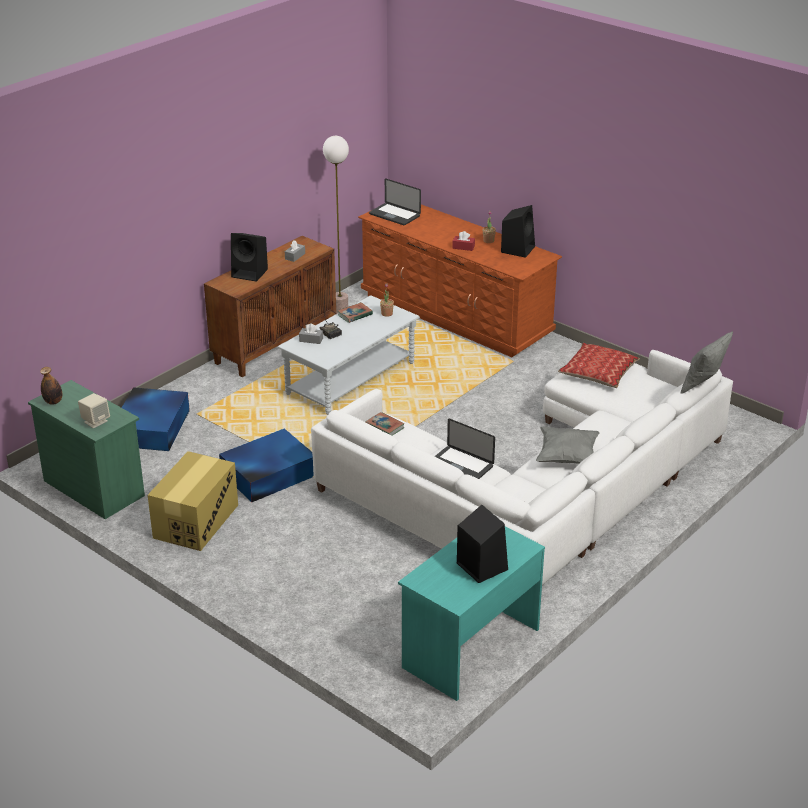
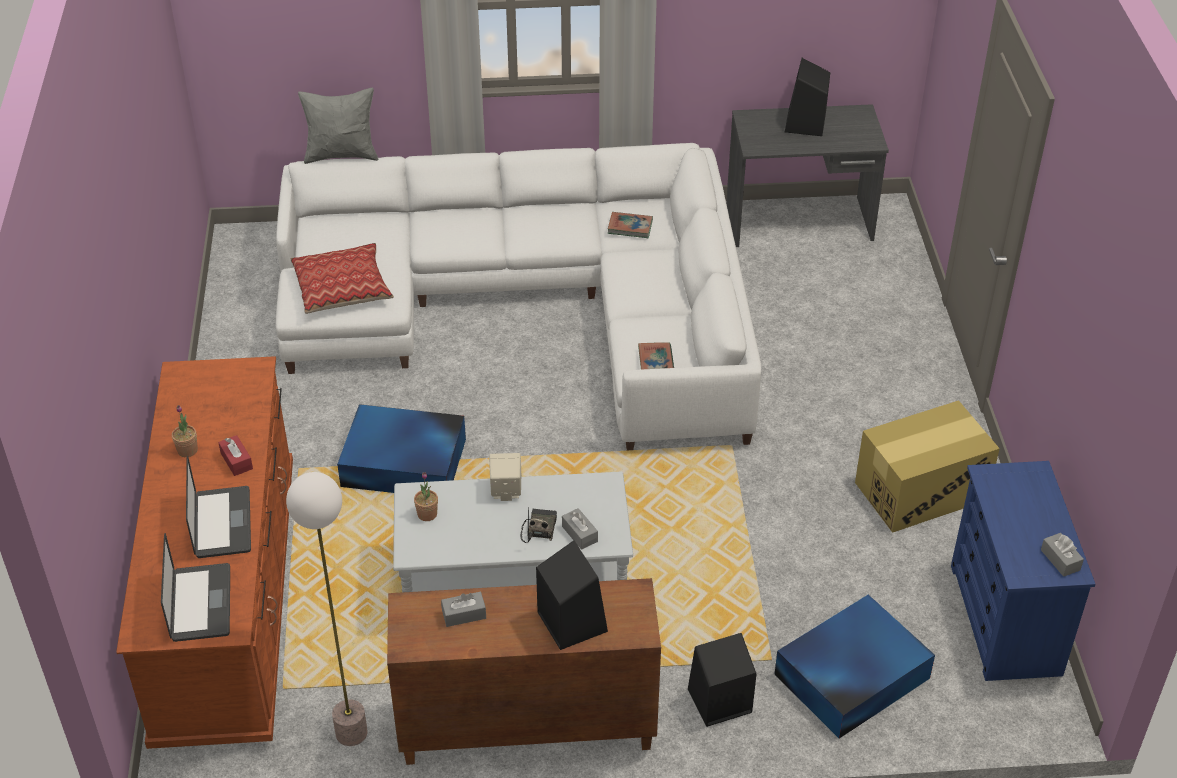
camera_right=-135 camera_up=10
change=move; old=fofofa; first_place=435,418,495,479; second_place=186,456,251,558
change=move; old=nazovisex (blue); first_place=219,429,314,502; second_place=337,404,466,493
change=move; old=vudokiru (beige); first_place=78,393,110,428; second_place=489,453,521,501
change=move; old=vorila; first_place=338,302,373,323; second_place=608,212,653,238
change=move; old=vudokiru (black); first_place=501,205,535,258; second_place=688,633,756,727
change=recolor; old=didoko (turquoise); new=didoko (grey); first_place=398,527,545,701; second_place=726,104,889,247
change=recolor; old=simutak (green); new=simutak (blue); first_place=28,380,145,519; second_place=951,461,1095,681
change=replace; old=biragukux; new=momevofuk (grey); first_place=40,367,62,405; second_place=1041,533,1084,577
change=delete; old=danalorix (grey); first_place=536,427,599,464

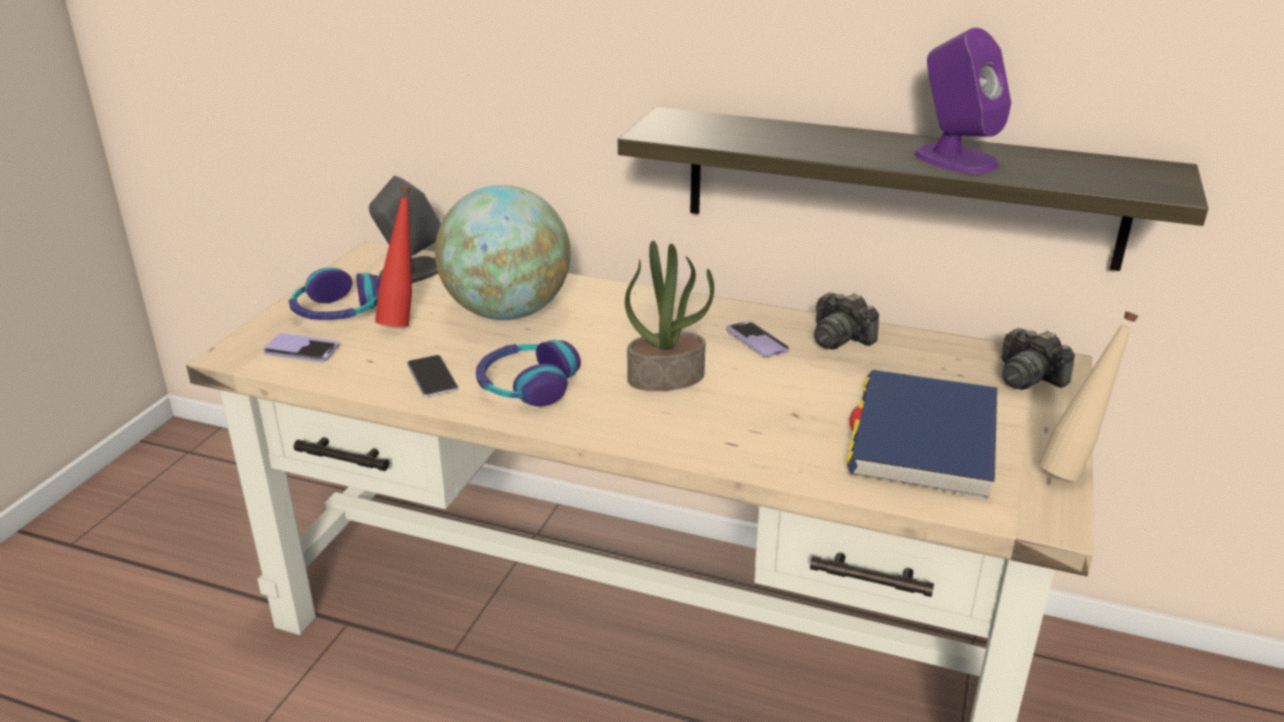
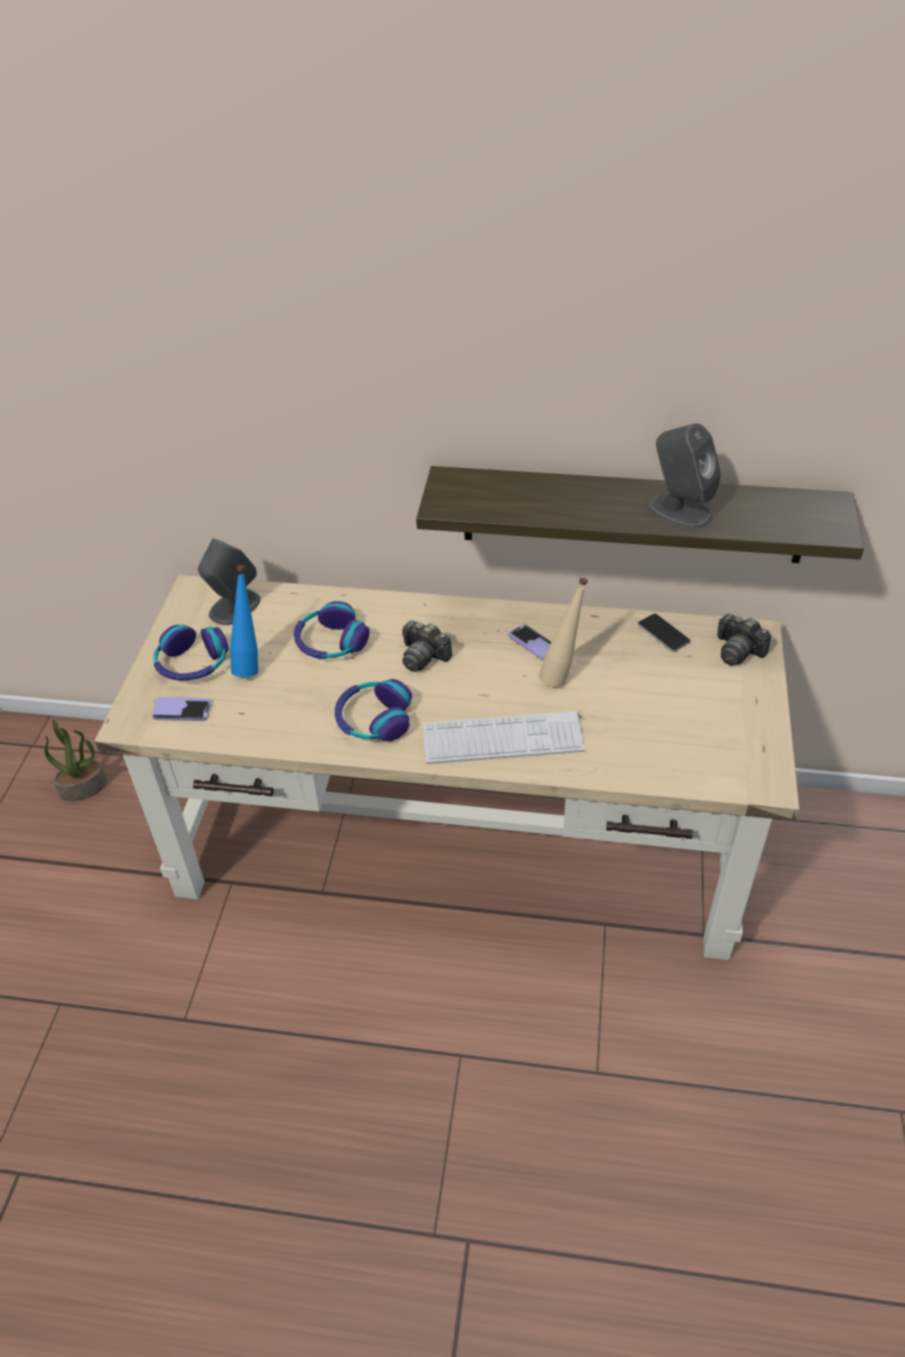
camera_right=-10 camera_up=15
change=move; old=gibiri; first_place=625,241,714,391; second_place=44,719,107,801
change=recolor; old=biragukux (red); new=biragukux (blue); first_place=375,186,412,327; second_place=230,565,258,677
change=replace; old=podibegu; new=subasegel; first_place=435,185,571,320; second_place=294,601,370,659
change=move; old=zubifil; first_place=814,292,879,349; second_place=402,620,452,672
change=insert; new=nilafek; second_place=423,711,585,764
change=move; old=biragukux (beige); first_place=1038,311,1139,481; second_place=539,578,588,687
change=move; old=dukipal; first_place=407,355,458,397; second_place=638,614,690,652
change=recolor; old=vudokiru (purple); new=vudokiru (grey); first_place=914,28,1011,174; second_place=649,423,721,529
change=delete; old=vorila (blue); first_place=846,370,997,500

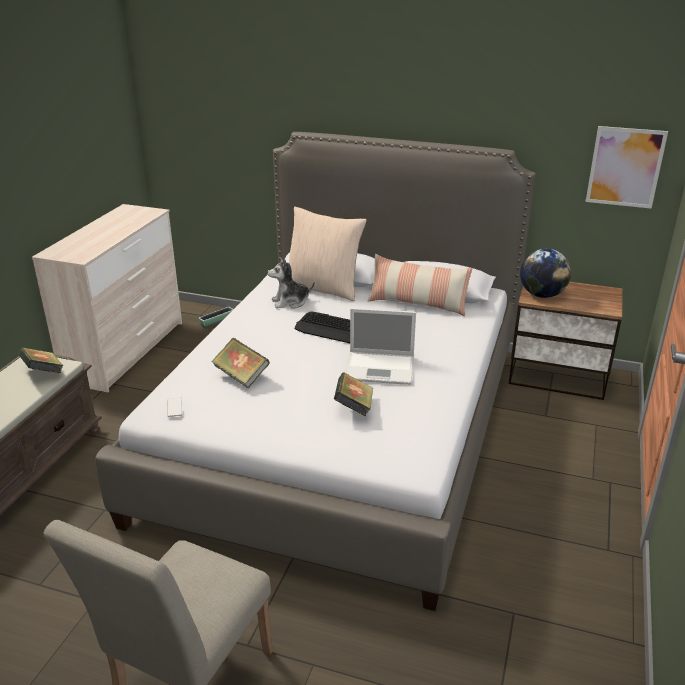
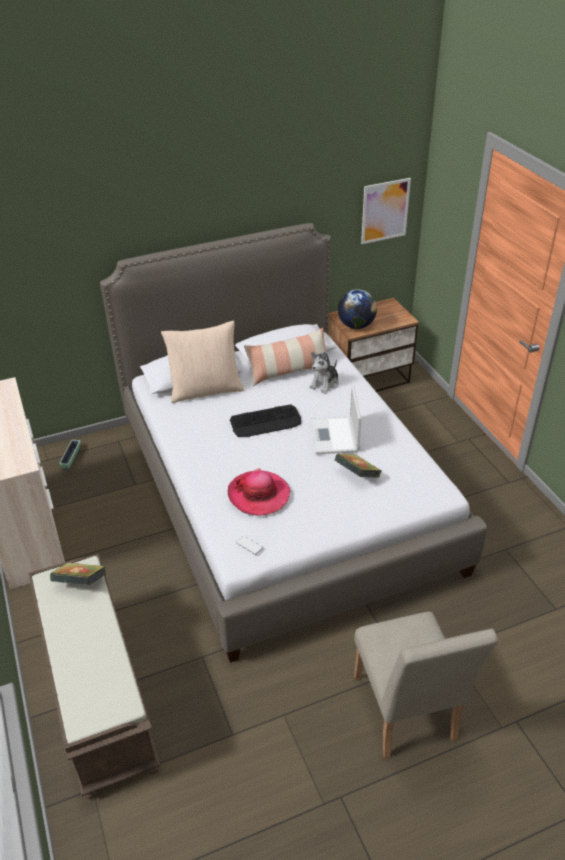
camera_right=-40 camera_up=10
change=replace; old=vorila; new=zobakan; first_place=212,338,270,388; second_place=228,468,291,516
change=move; old=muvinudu; first_place=267,258,315,309; second_place=309,352,339,394
change=rotate; old=fofofa; first_place=345,308,416,385; second_place=311,385,361,454; degrees=120

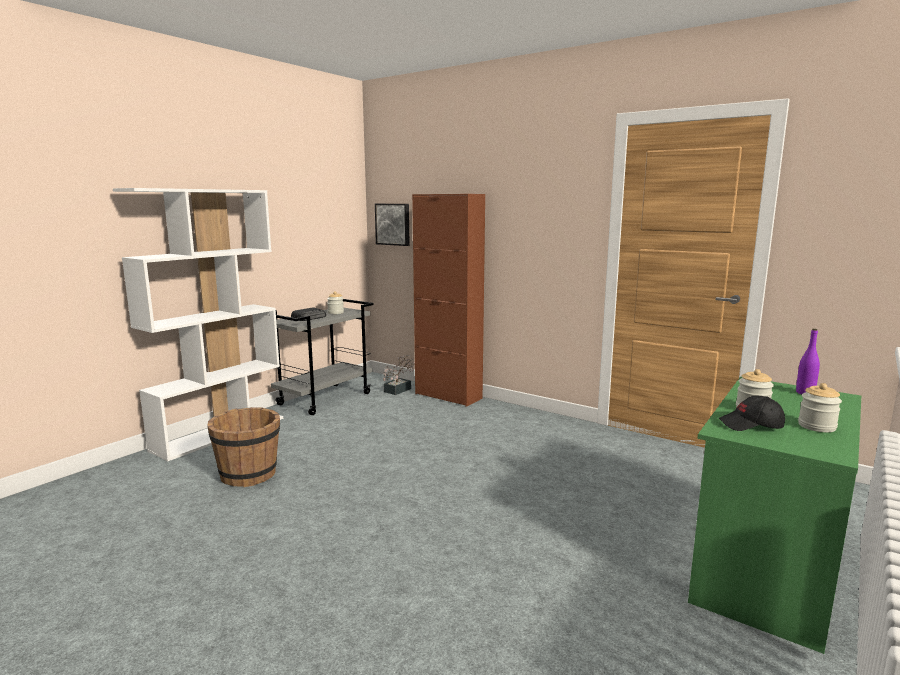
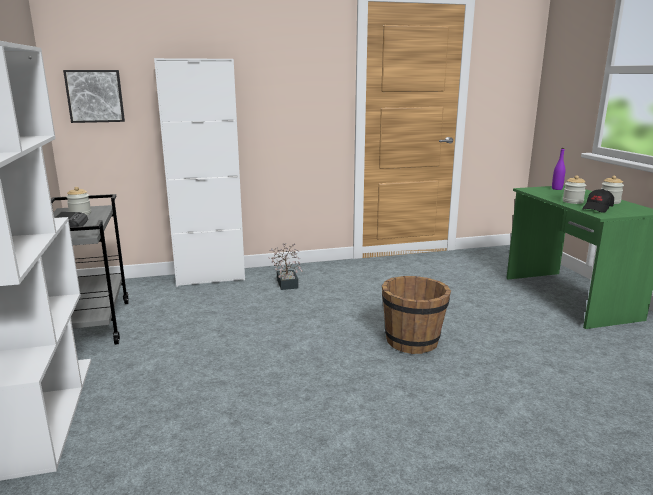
camera_right=-50 camera_up=5
change=recolor; old=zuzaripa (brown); new=zuzaripa (white); first_place=412,194,485,407; second_place=154,58,245,287
change=move; old=gibiri; first_place=383,355,415,395; second_place=269,243,303,290
change=move; old=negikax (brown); first_place=207,407,280,487; second_place=382,276,451,354

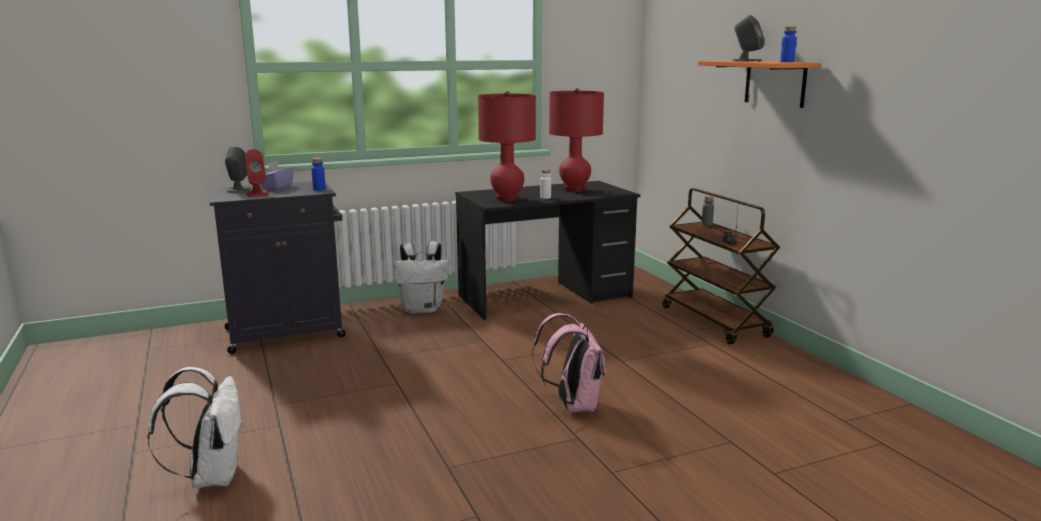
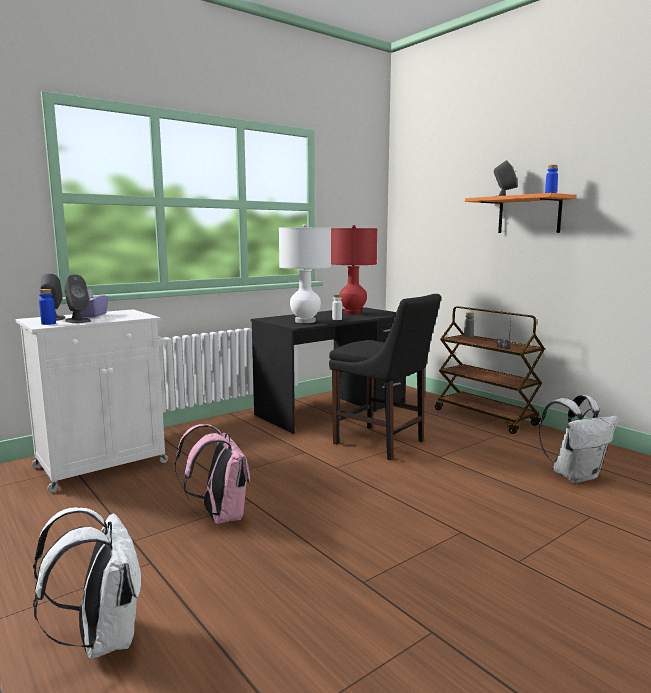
camera_right=-15 camera_up=-5
change=recolor; old=zuzaripa (black); new=zuzaripa (white); first_place=208,181,346,354; second_place=16,309,168,492
change=move; old=biragukux (blue); first_place=312,158,326,191; second_place=39,289,56,325
change=recolor; old=vudokiru (red); new=vudokiru (grey); first_place=245,149,269,197; second_place=64,274,91,323
change=move; old=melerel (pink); first_place=532,313,606,412; second_place=175,424,250,524
change=recolor; old=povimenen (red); new=povimenen (white); first_place=478,91,536,202; second_place=279,224,331,323
change=insert; new=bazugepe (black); second_place=329,294,441,460
change=move; old=melerel (white); first_place=394,241,449,314; second_place=539,395,618,483

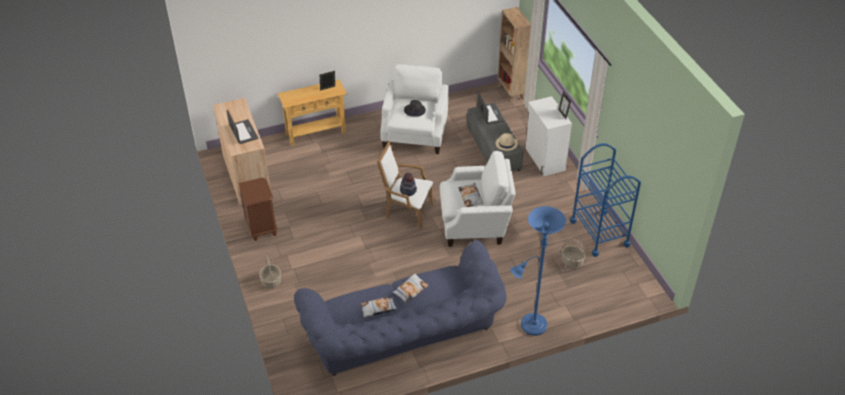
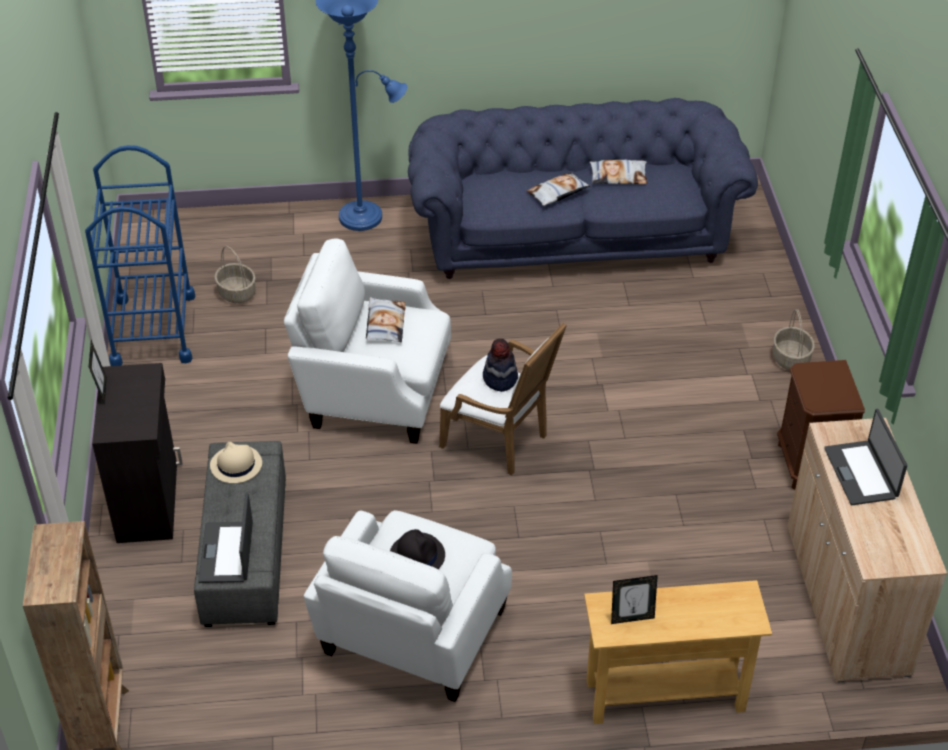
camera_right=-165 camera_up=0
change=recolor; old=zuzaripa (white); new=zuzaripa (black); first_place=526,96,572,176; second_place=92,363,183,543

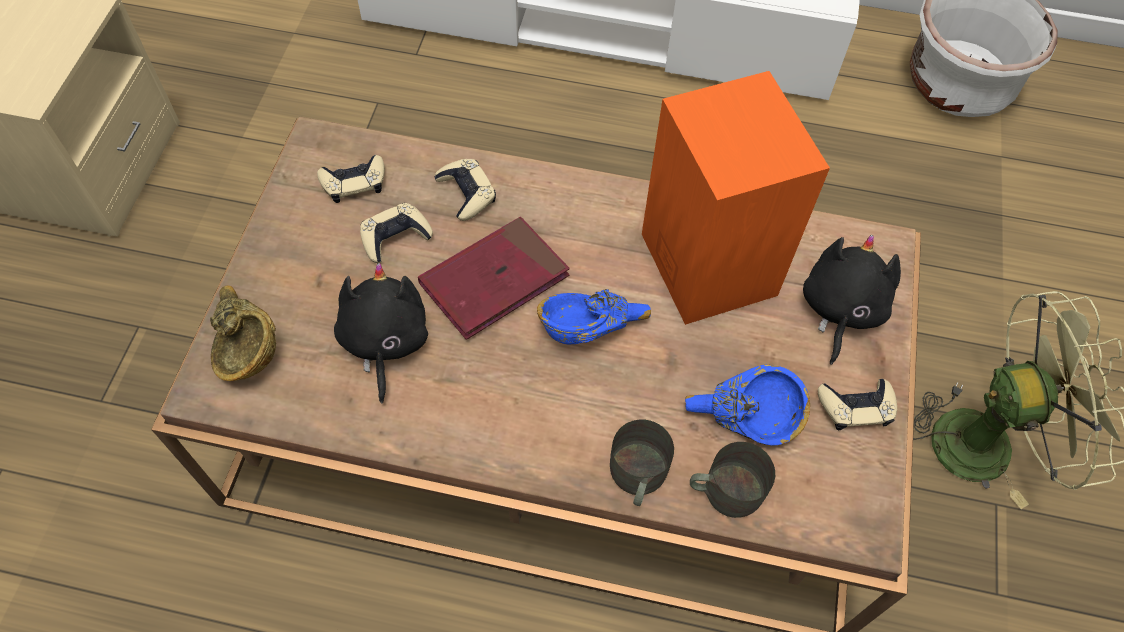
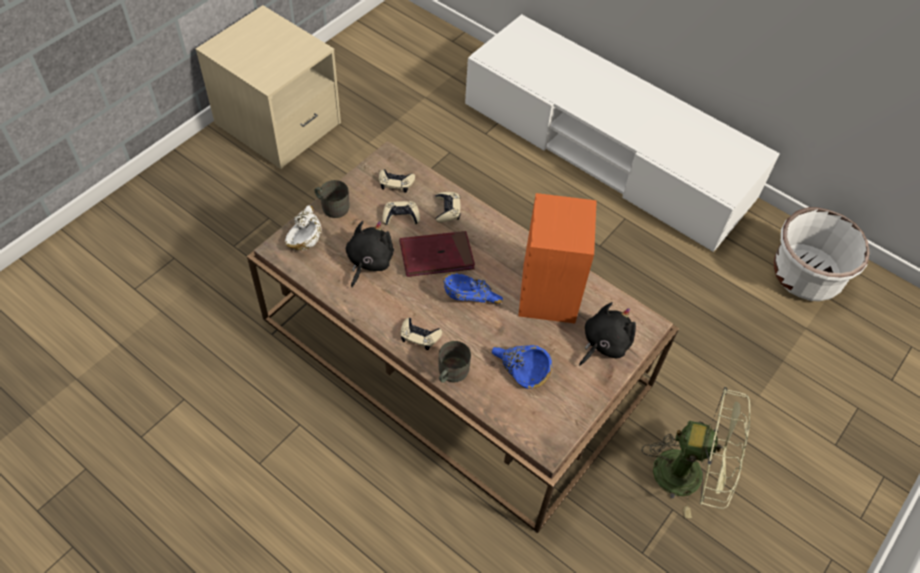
camera_right=25 camera_up=-5
change=recolor; old=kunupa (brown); new=kunupa (white); first_place=210,285,276,381; second_place=285,205,322,250
change=move; old=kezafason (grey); first_place=690,442,775,518; second_place=315,180,350,218
change=move; old=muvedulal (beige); first_place=818,379,897,430; second_place=401,318,442,350

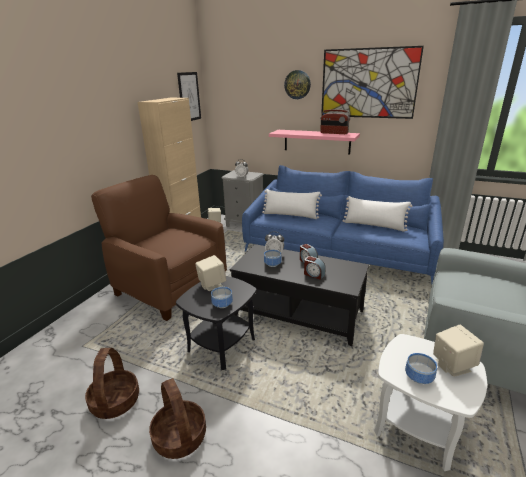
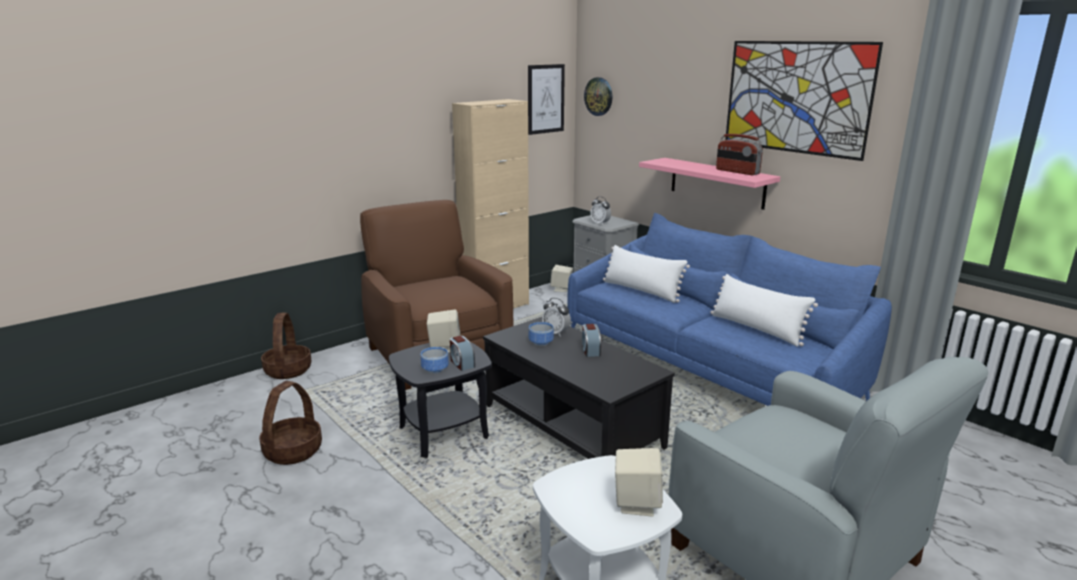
camera_right=25 camera_up=-5
change=move; old=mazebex; first_place=149,378,206,459; second_place=261,313,312,379
change=move; old=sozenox; first_place=304,256,326,280; second_place=450,336,475,371
change=move; old=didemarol; first_place=284,70,311,99; second_place=584,77,612,116
change=delete; old=kunupa; first_place=405,353,437,384

